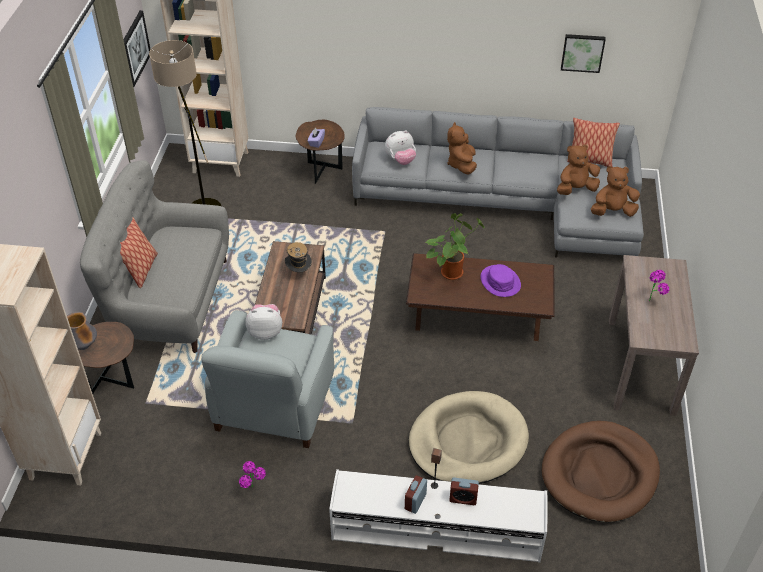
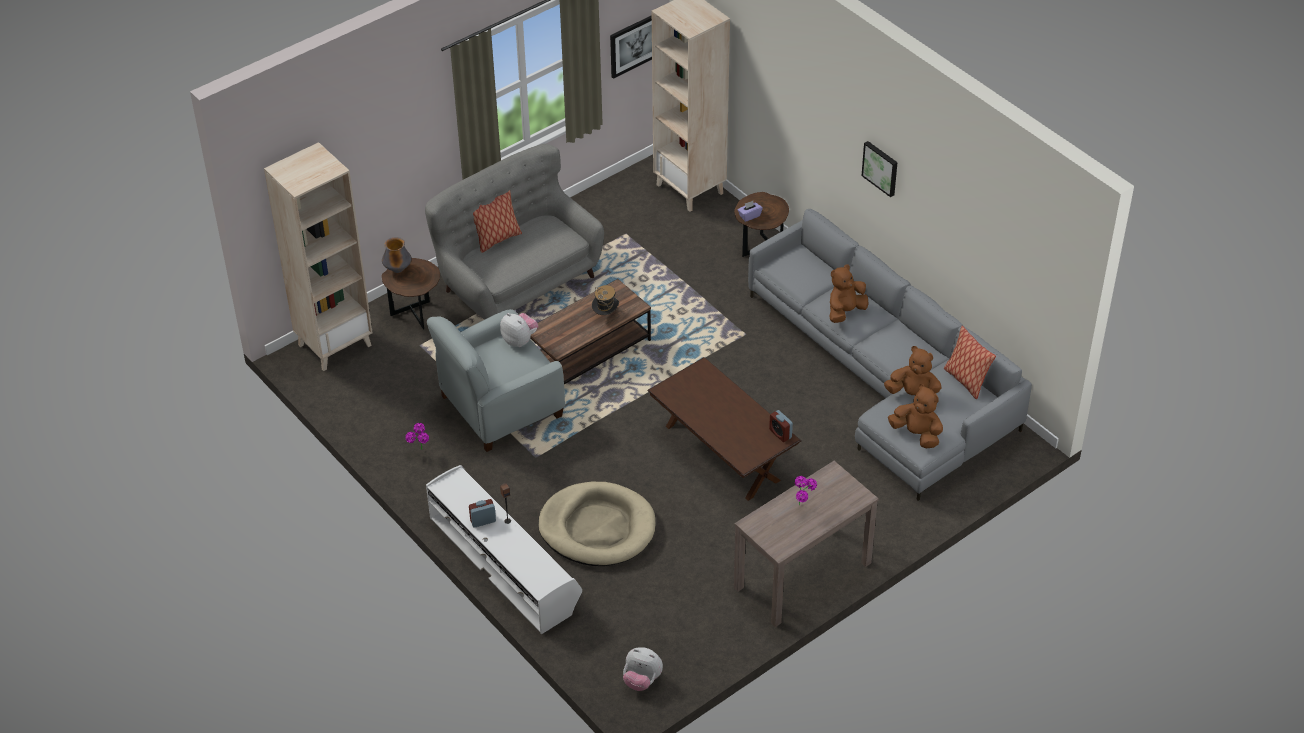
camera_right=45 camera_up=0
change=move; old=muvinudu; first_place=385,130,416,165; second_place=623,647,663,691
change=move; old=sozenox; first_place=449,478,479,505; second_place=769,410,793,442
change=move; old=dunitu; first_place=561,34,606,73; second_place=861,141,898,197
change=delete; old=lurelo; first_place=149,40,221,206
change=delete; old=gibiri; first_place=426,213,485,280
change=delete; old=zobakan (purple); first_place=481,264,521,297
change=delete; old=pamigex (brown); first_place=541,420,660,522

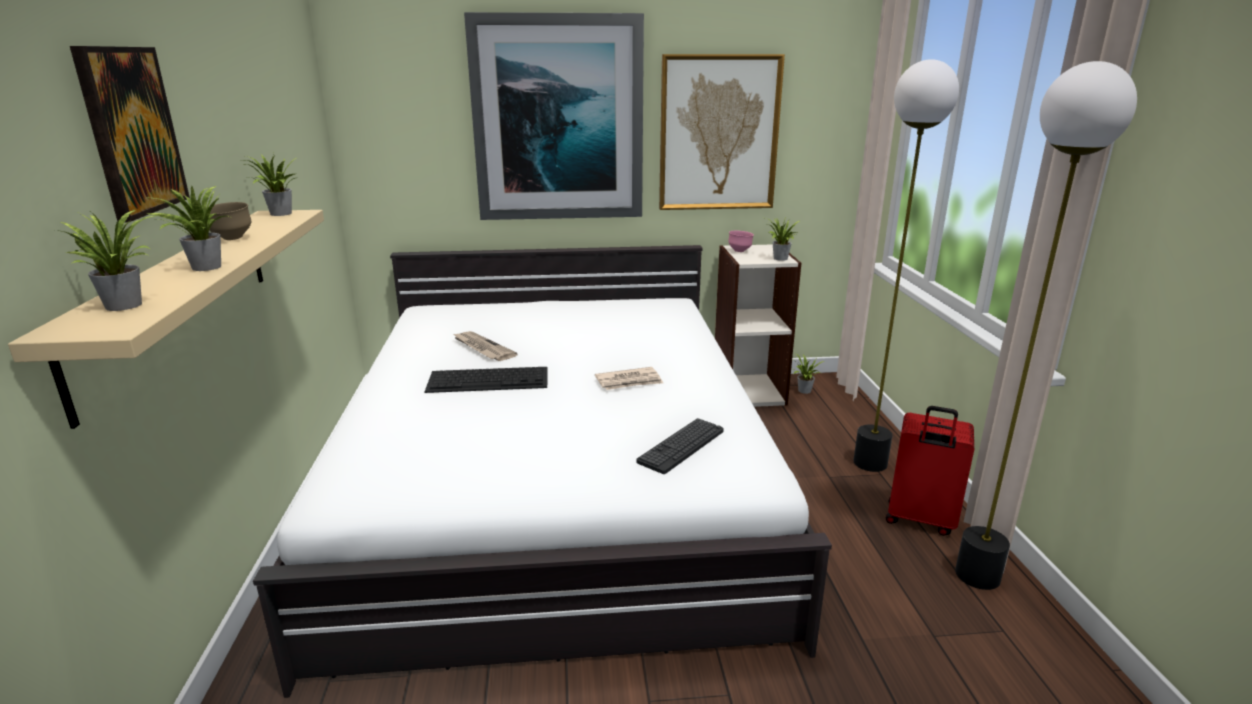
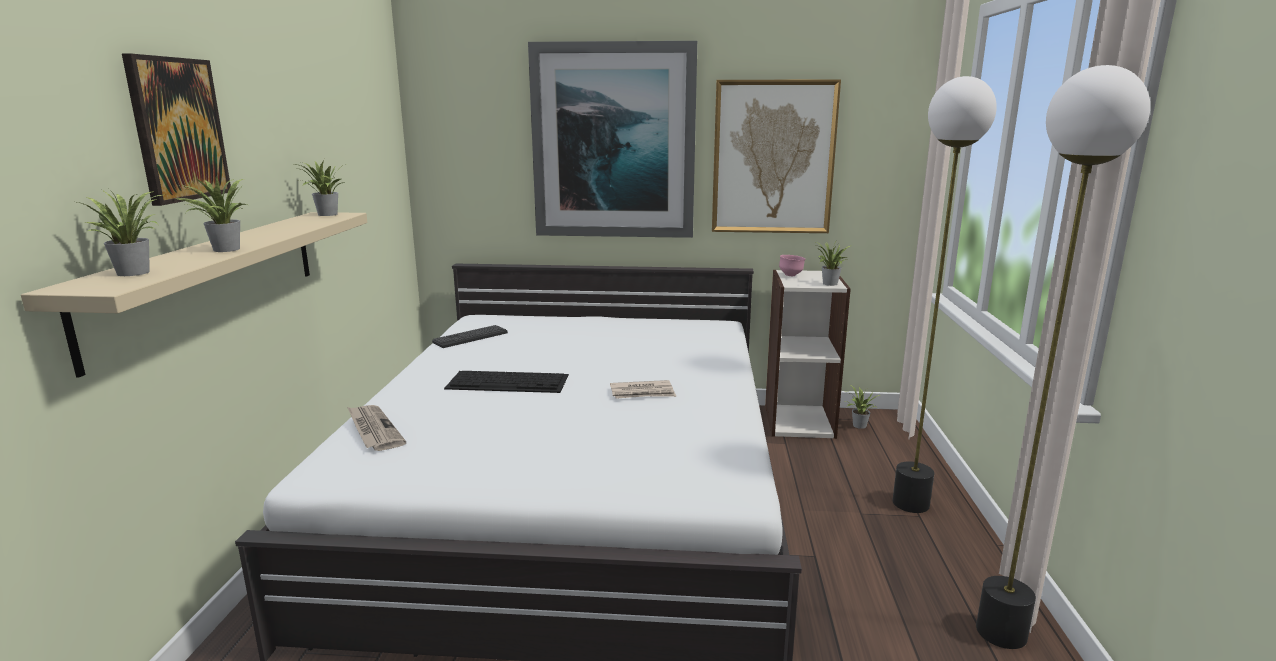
camera_right=10 camera_up=-5
change=move; old=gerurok; first_place=454,331,517,361; second_place=347,405,406,451
change=move; old=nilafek; first_place=636,418,724,474; second_place=432,325,508,348
change=delete; old=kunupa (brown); first_place=206,202,251,240
change=delete; old=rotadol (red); first_place=886,406,974,536

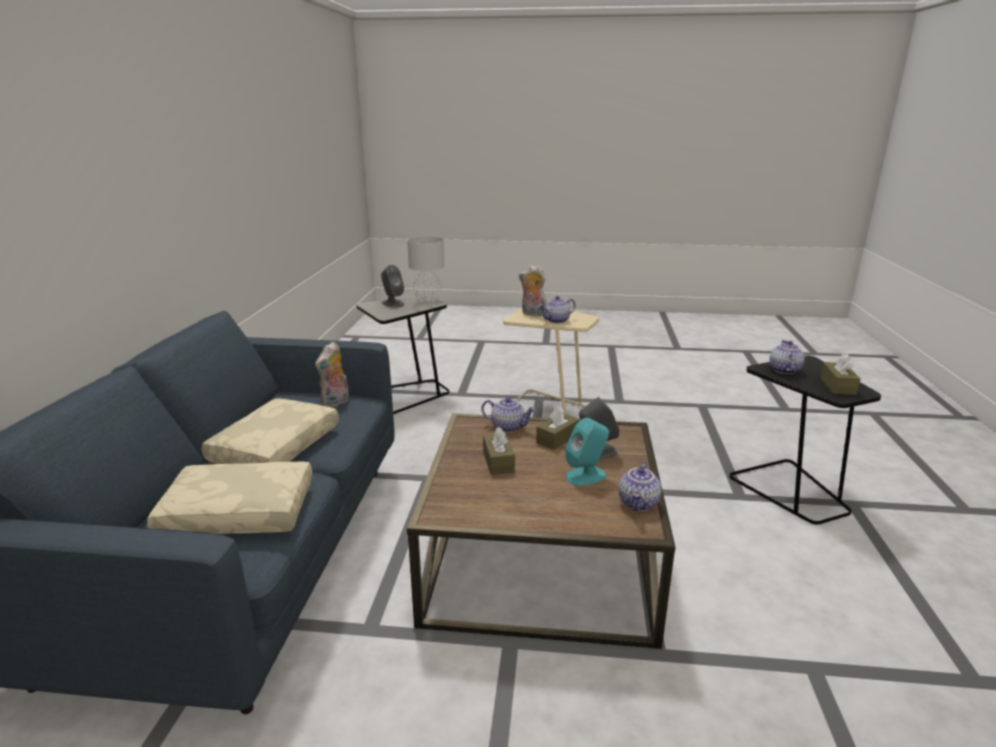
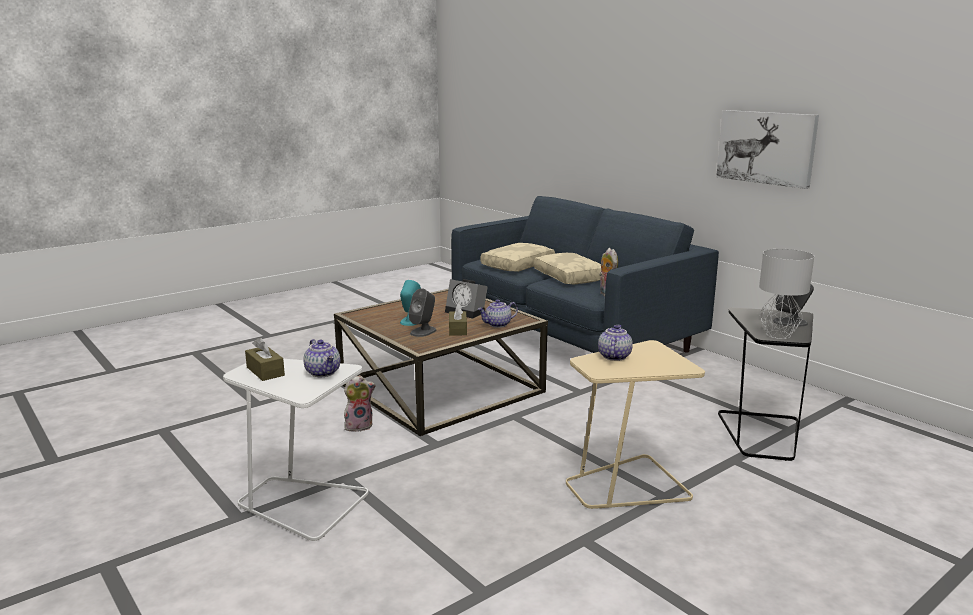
camera_right=135 camera_up=-5
change=recolor; old=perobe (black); new=perobe (white); first_place=729,356,881,524; second_place=223,359,369,541
change=move; old=muvinudu; first_place=519,265,547,316; second_place=344,375,376,433
change=replace; old=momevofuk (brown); new=sozenox; first_place=483,427,515,475; second_place=445,279,488,319
change=insert; new=dunitu; second_place=716,110,819,189
change=delete; old=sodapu; first_place=619,461,661,511

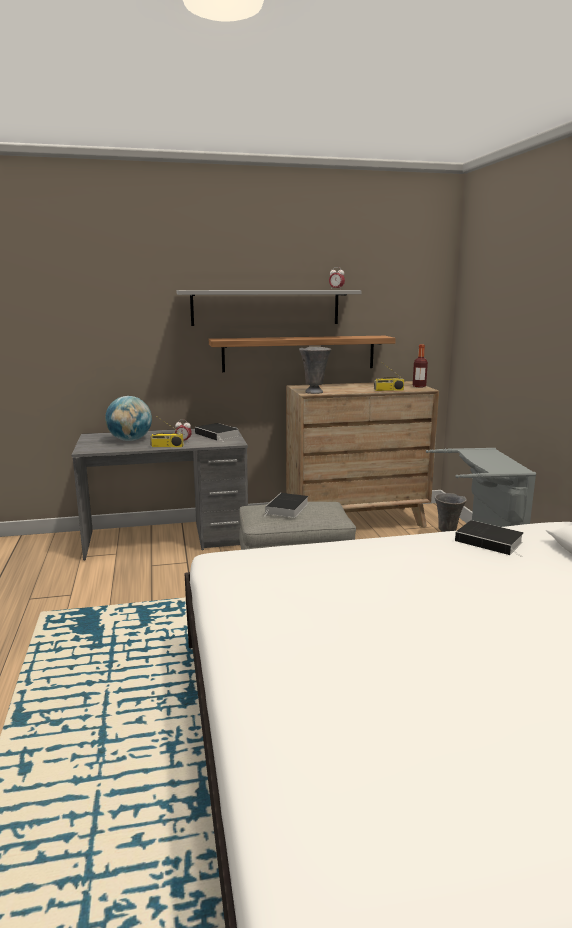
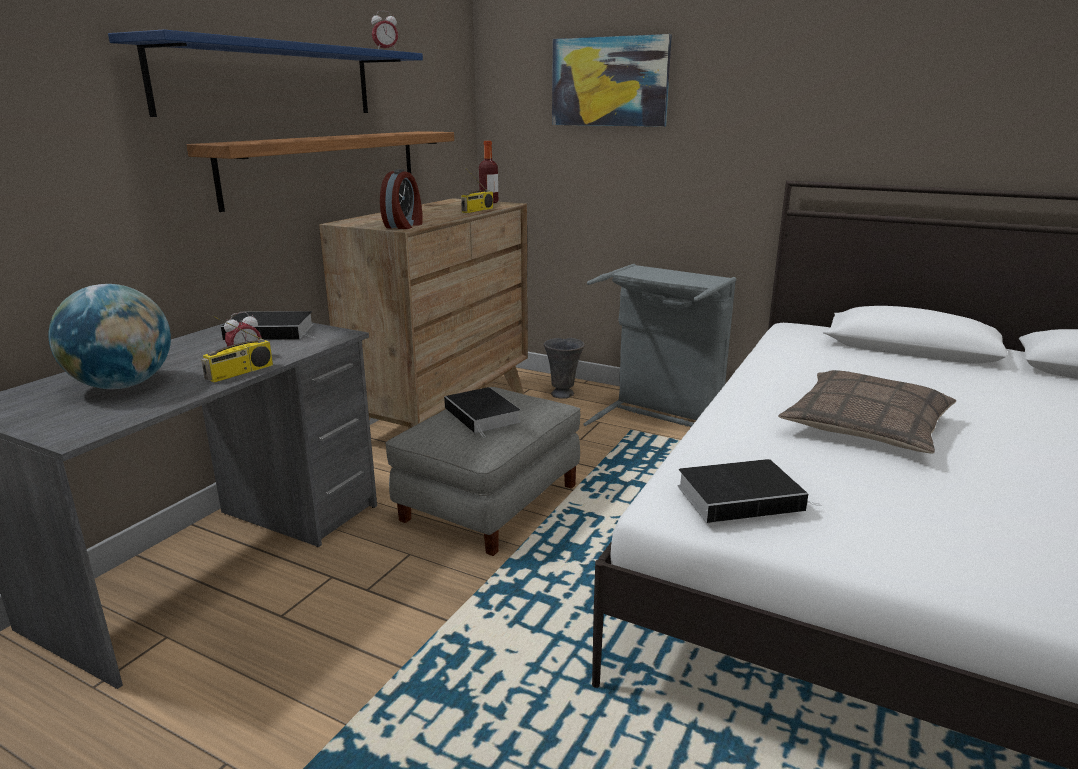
camera_right=-50 camera_up=5
change=recolor; old=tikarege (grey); new=tikarege (blue); first_place=177,290,362,326; second_place=108,29,423,117
change=replace; old=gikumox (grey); new=sozenox; first_place=299,347,331,394; second_place=380,169,423,229
change=insert; new=dunitu; second_place=552,34,672,127
change=move; old=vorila; first_place=455,520,523,555; second_place=678,459,821,523
change=insert; new=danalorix; second_place=778,370,956,453

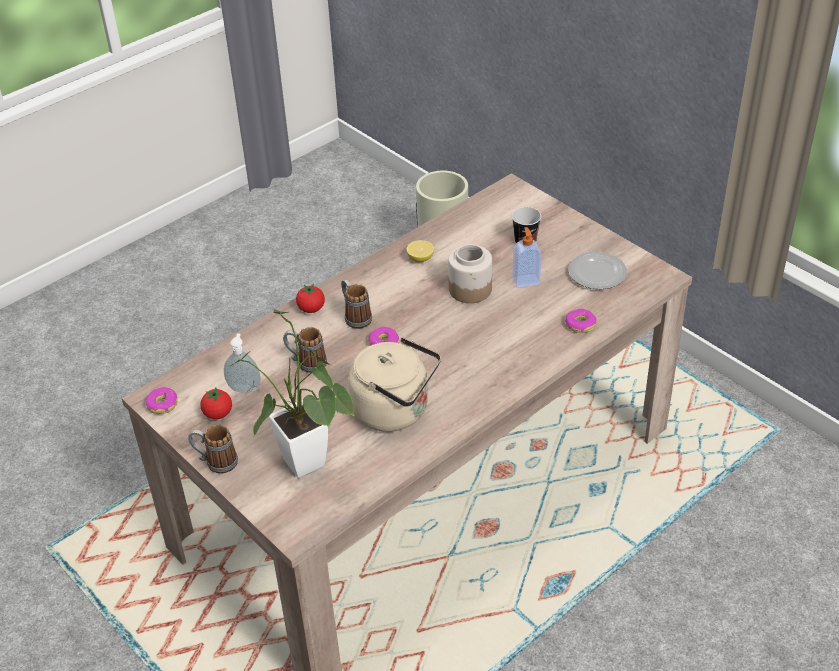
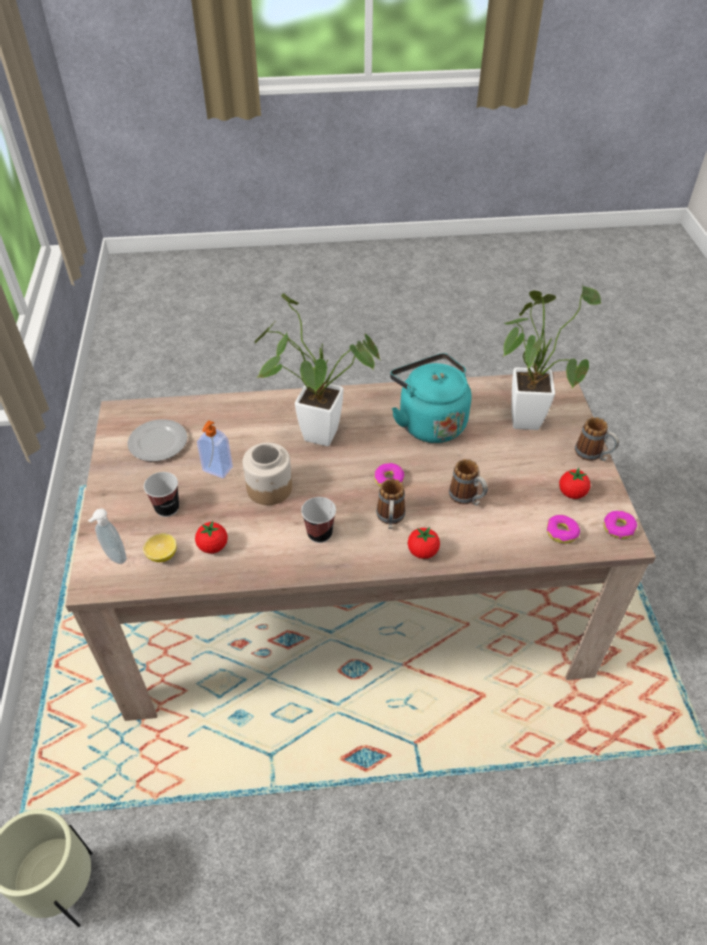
camera_right=-145 camera_up=5
change=move; old=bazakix; first_place=224,333,261,393; second_place=88,509,127,564
change=move; old=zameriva; first_place=407,240,434,263; second_place=143,533,177,562
change=insert; new=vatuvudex; second_place=195,521,228,554
change=insert; new=gibiri; second_place=254,293,381,446
change=insert; new=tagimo; second_place=301,497,336,543
change=recolor; old=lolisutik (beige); new=lolisutik (turquoise); first_place=348,337,441,432; second_place=390,353,471,443
change=move; old=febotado; first_place=565,309,596,333; second_place=547,515,580,544

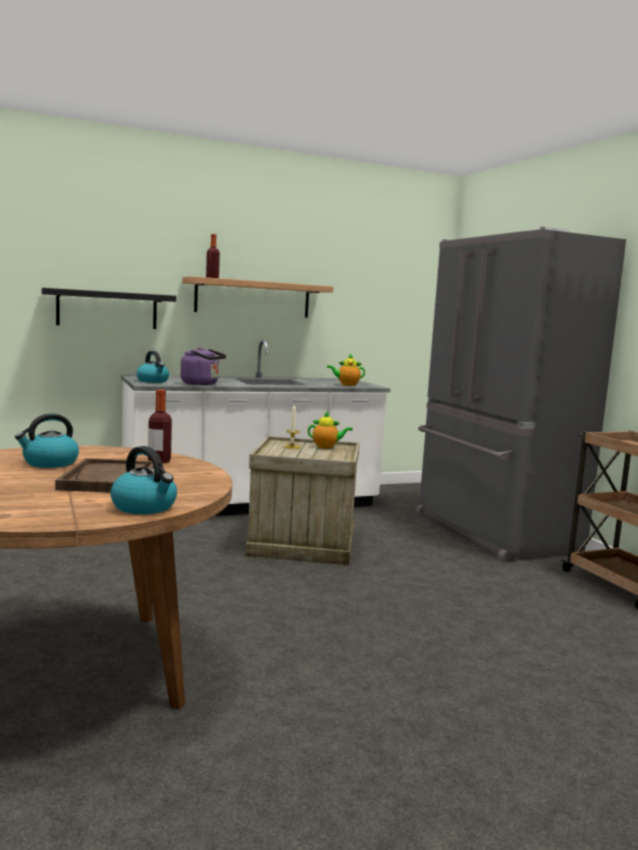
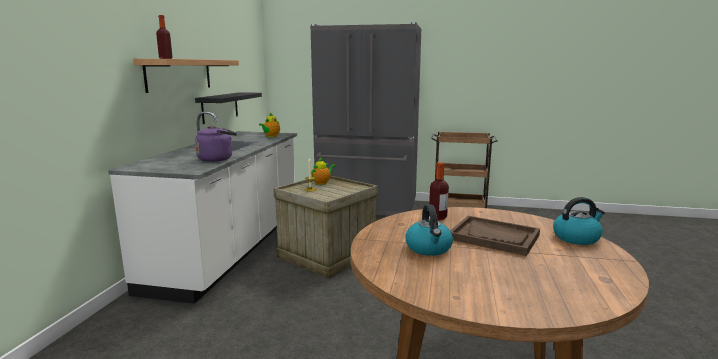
camera_right=-55 camera_up=5
change=move; old=tikarege (black); first_place=42,288,176,329; second_place=195,92,262,124
change=delete; old=lolisutik; first_place=136,351,169,383

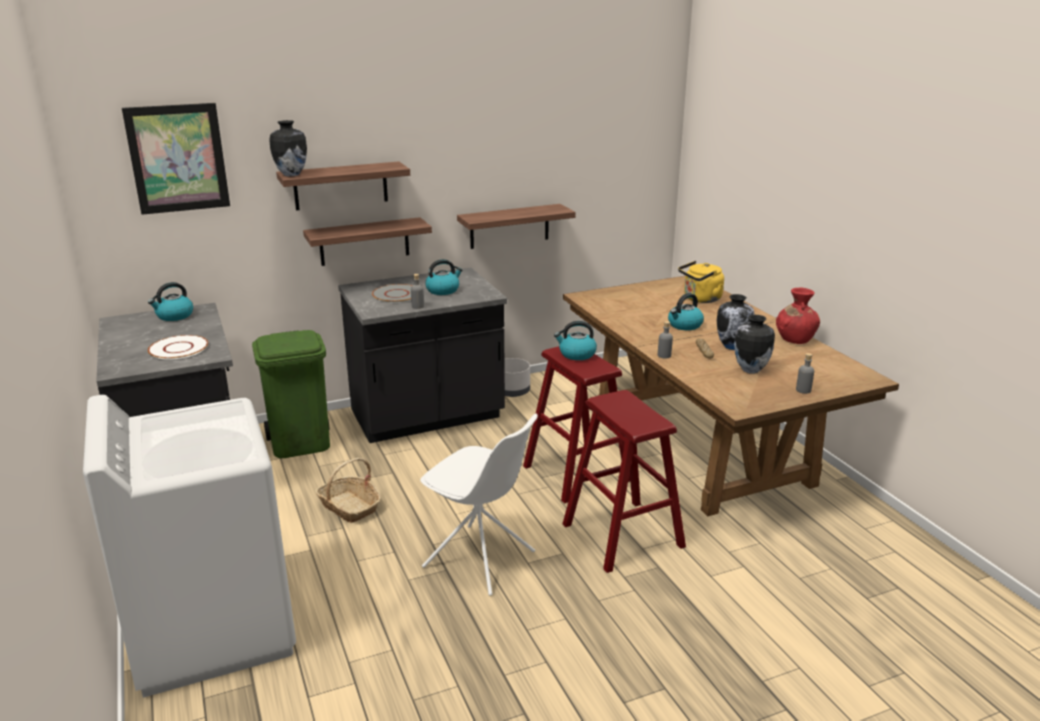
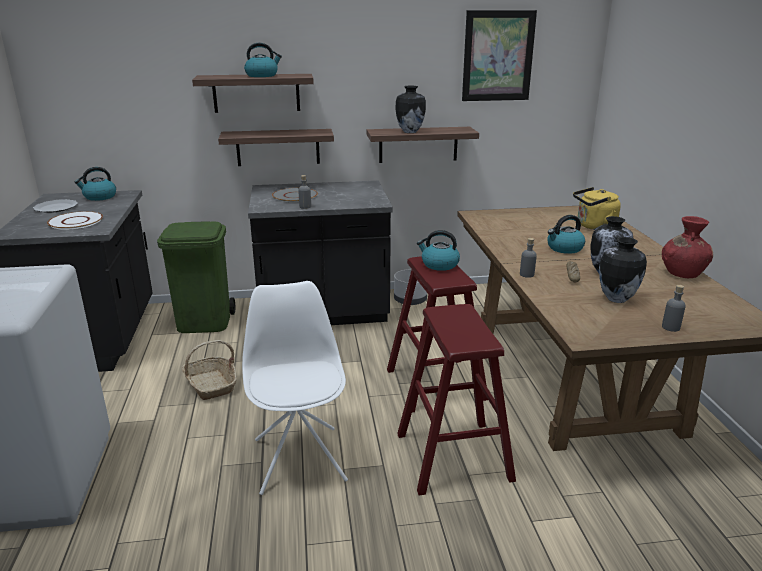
camera_right=15 camera_up=0
change=insert; new=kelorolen; second_place=33,199,78,213
change=rotate; old=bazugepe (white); first_place=420,414,538,596; second_place=242,281,348,495; degrees=-150
change=move; old=lolisutik; first_place=425,259,462,295; second_place=244,43,282,77
change=move; old=gikumox; first_place=269,120,307,176; second_place=395,86,426,133
change=move; old=dunitu; first_place=122,103,230,215; second_place=462,10,537,101

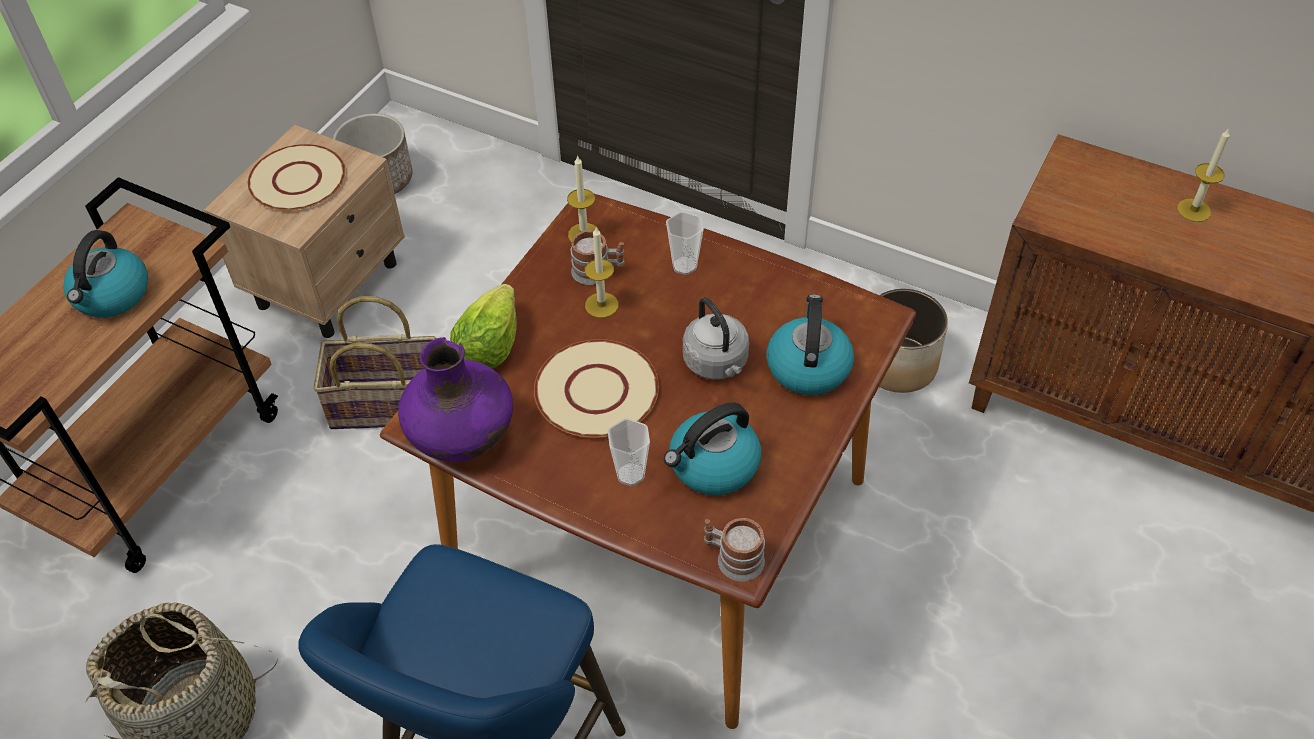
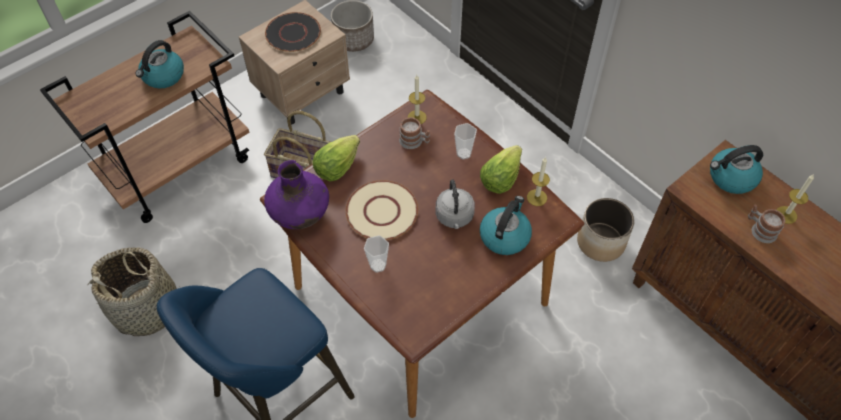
camera_right=20 camera_up=5
change=recolor; old=kelorolen (beige); new=kelorolen (black); first_place=248,144,345,211; second_place=265,12,321,52
change=insert; new=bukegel; second_place=480,145,522,194
change=move; old=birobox; first_place=585,226,619,318; second_place=527,157,550,206
change=move; old=lolisutik; first_place=664,402,761,496; second_place=710,145,763,194
change=move; old=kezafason; first_place=704,518,765,581; second_place=748,205,786,243

